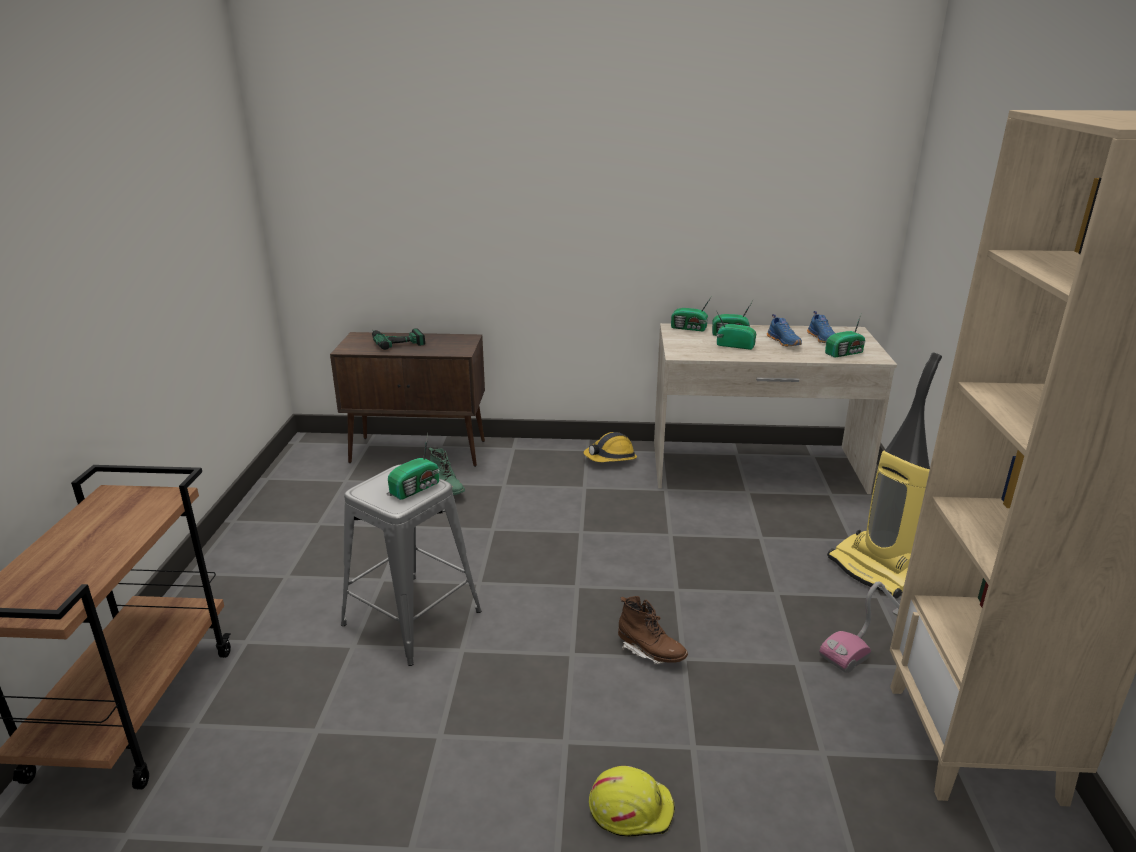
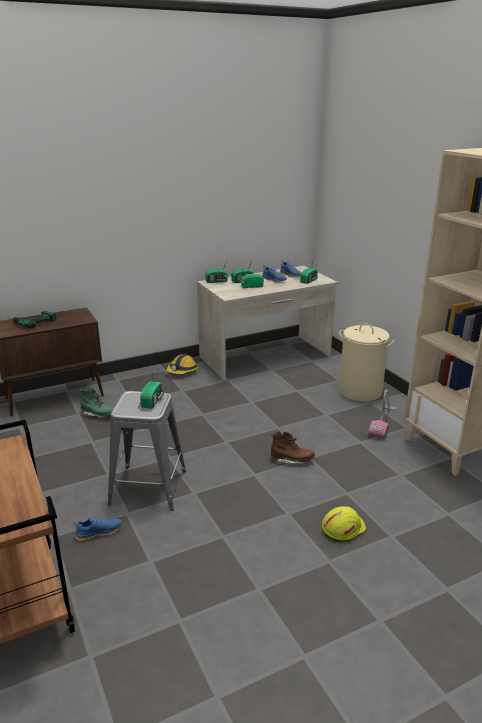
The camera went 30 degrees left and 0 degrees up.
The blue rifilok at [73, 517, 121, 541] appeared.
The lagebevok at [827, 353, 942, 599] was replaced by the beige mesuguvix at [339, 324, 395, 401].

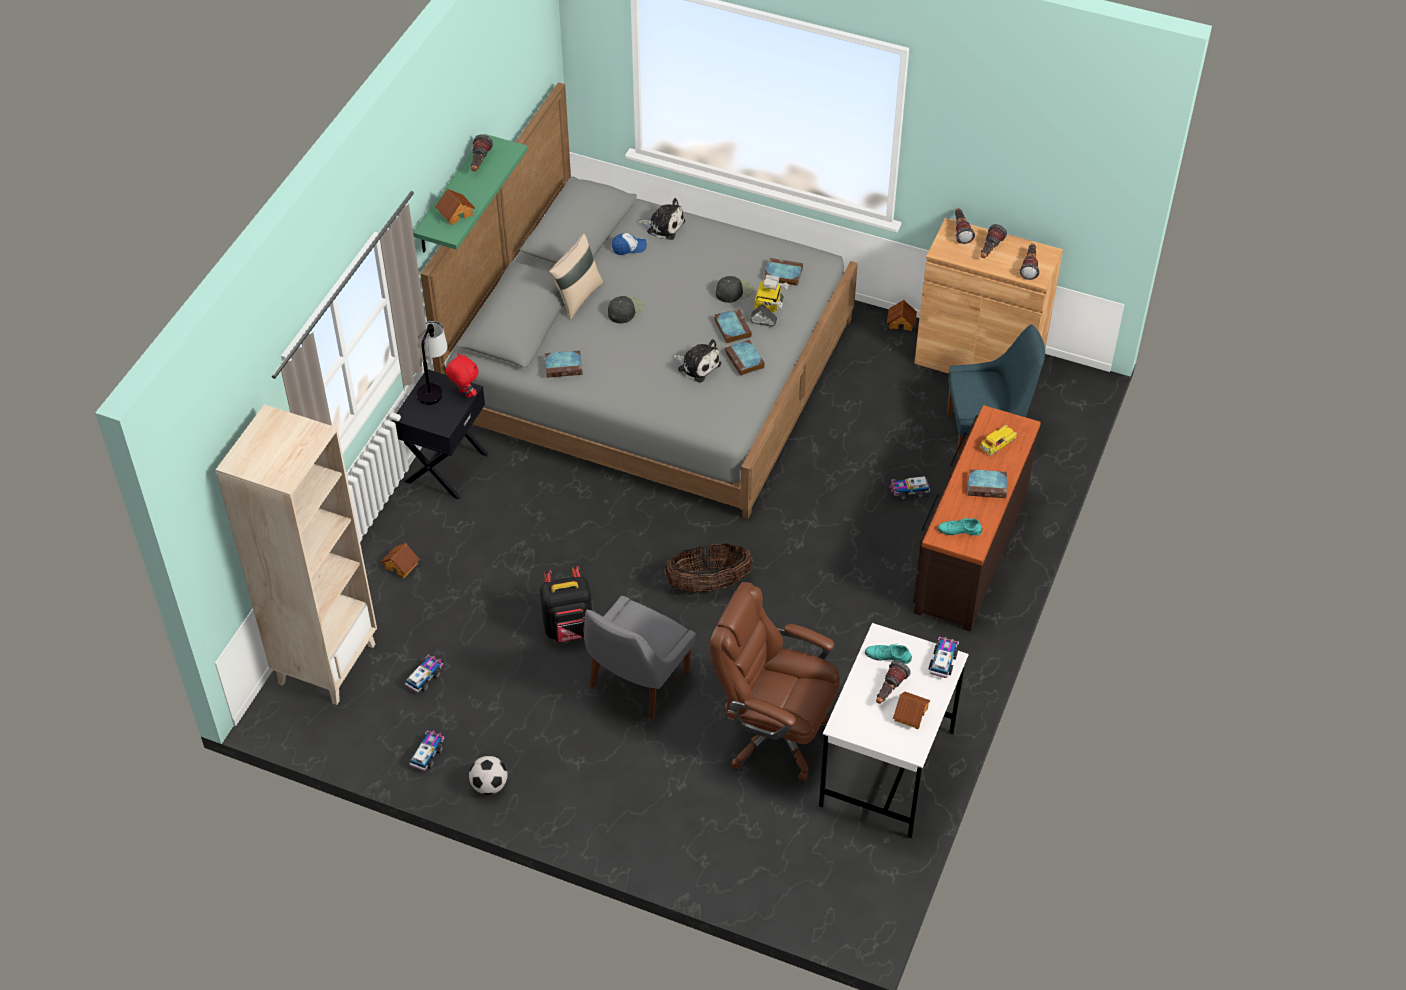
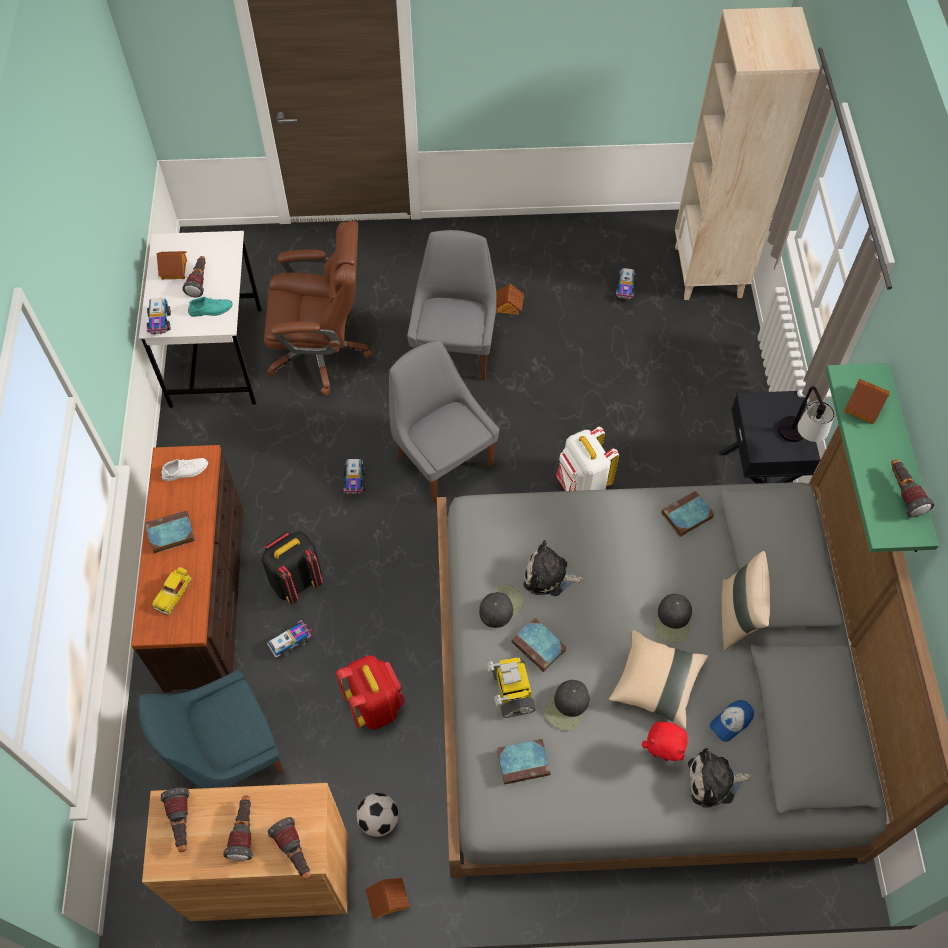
The camera went 155 degrees right and 10 degrees up.
The turquoise rifilok at [938, 517, 982, 536] became the white rifilok at [161, 458, 208, 481].
The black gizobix moved from [540, 566, 592, 642] to [261, 531, 323, 604].
The red gizobix at [336, 655, 405, 730] appeared.
The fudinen moved from [410, 730, 445, 771] to [343, 459, 365, 496].
The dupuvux moved from [469, 756, 508, 795] to [357, 793, 399, 837].
The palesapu at [664, 544, 753, 593] was replaced by the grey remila at [389, 341, 499, 503].
The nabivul at [725, 339, 765, 376] was replaced by the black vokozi at [479, 585, 524, 628].
The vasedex moved from [381, 543, 420, 578] to [496, 283, 524, 315].
The white gizobix at [556, 426, 619, 491] appeared.
The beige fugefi at [609, 630, 708, 729] appeared.
The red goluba moved from [446, 353, 479, 398] to [642, 722, 687, 761].

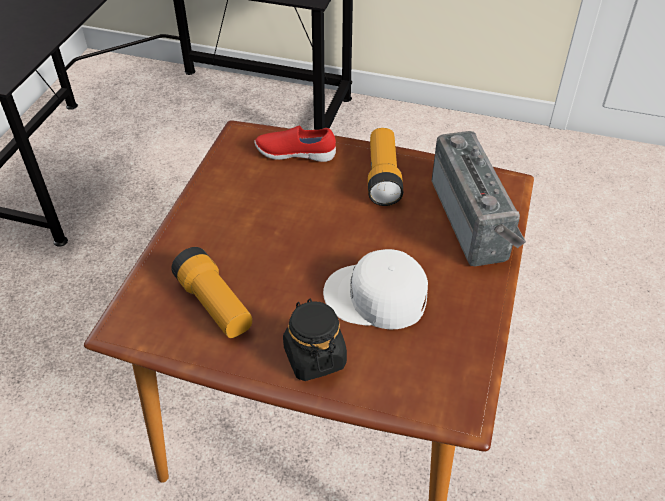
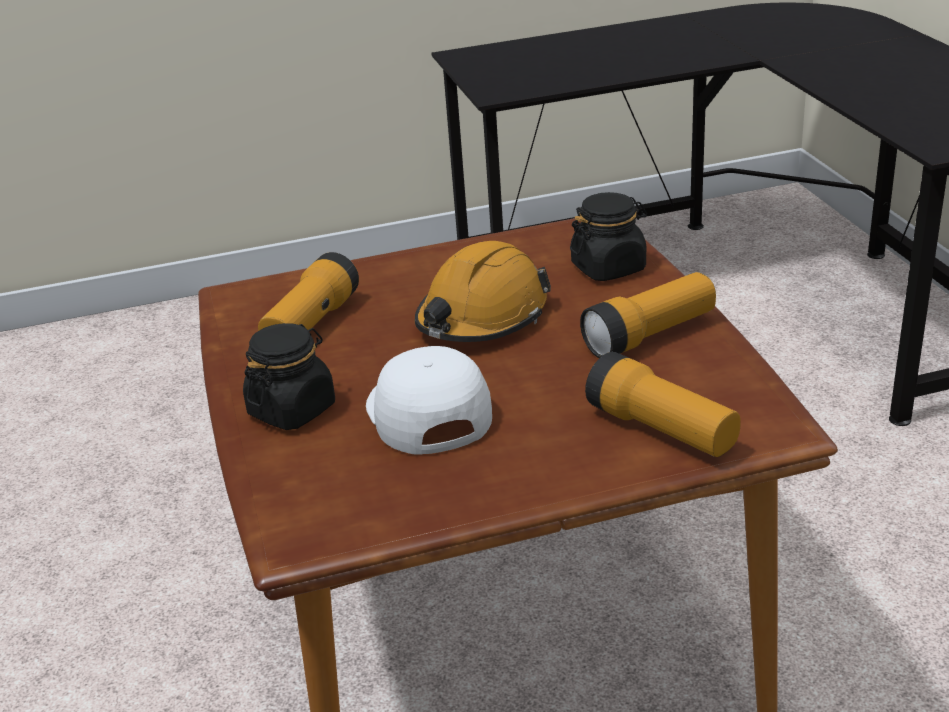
The camera went 60 degrees right and 15 degrees down.
The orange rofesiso at [415, 241, 551, 342] appeared.
The red rifilok at [254, 126, 336, 162] was replaced by the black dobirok at [570, 192, 647, 281].
The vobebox at [432, 131, 526, 266] was replaced by the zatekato at [585, 352, 741, 457].

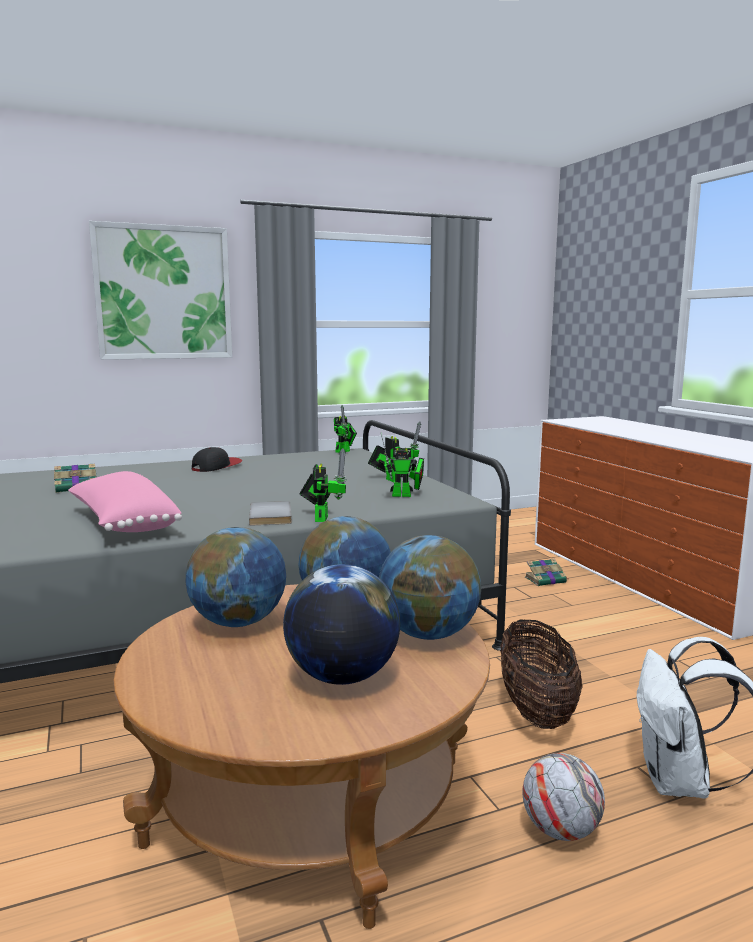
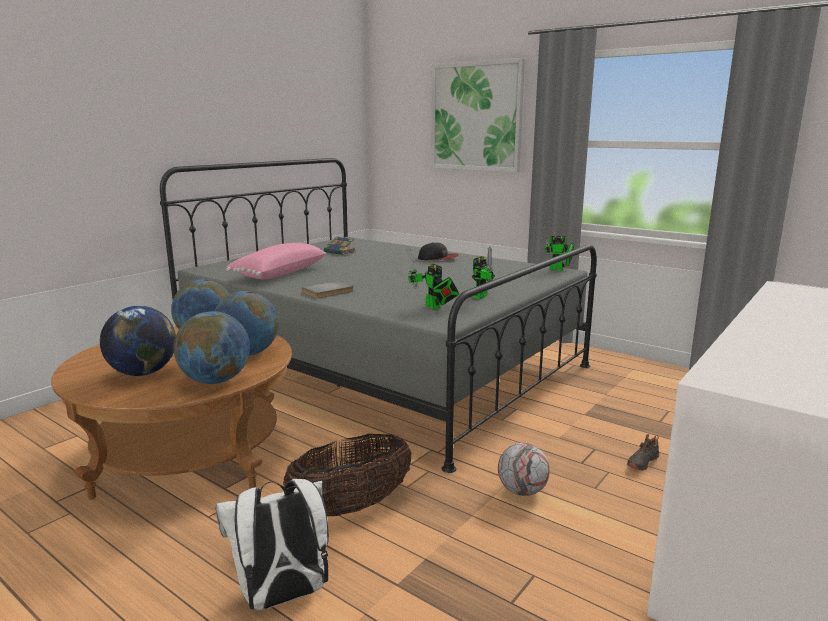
The camera went 60 degrees right and 5 degrees up.
The dupuvux moved from [523, 753, 605, 841] to [498, 443, 550, 496].
The nabivul at [525, 558, 568, 586] was replaced by the black rifilok at [627, 434, 659, 471].
The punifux at [299, 448, 347, 522] disappeared.

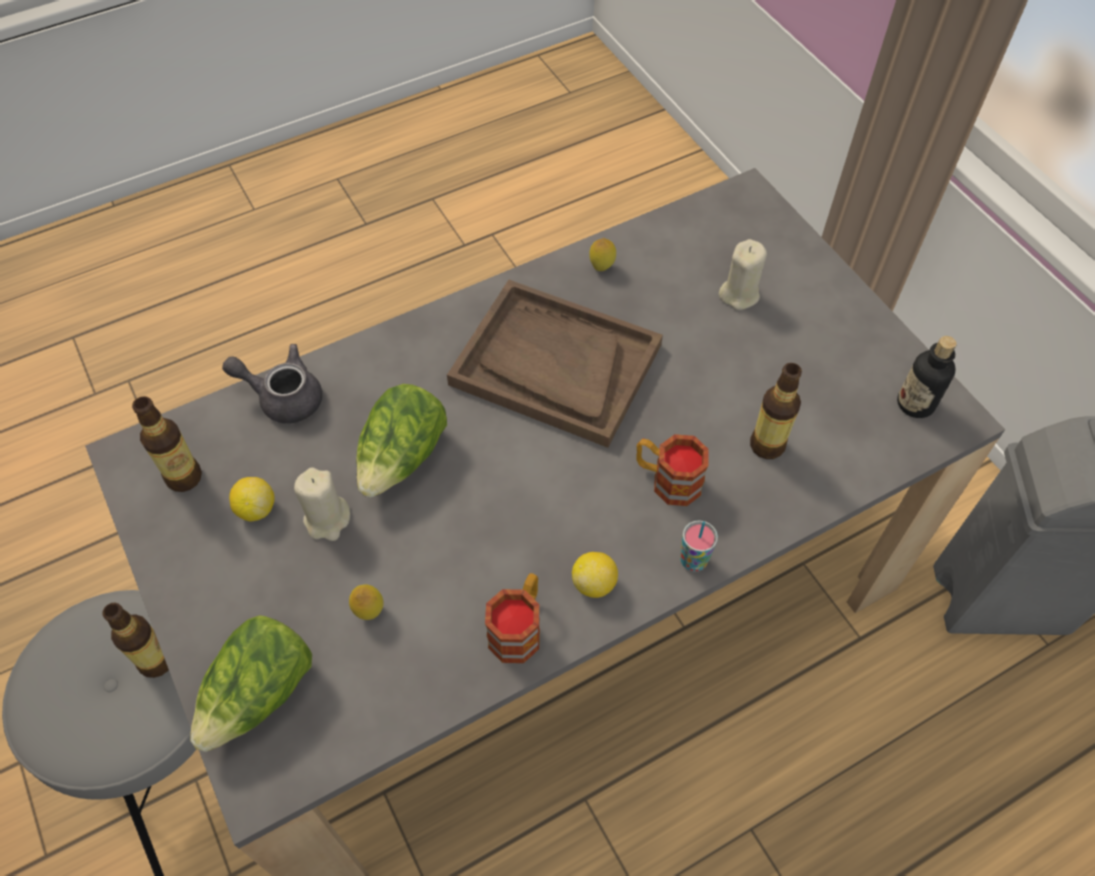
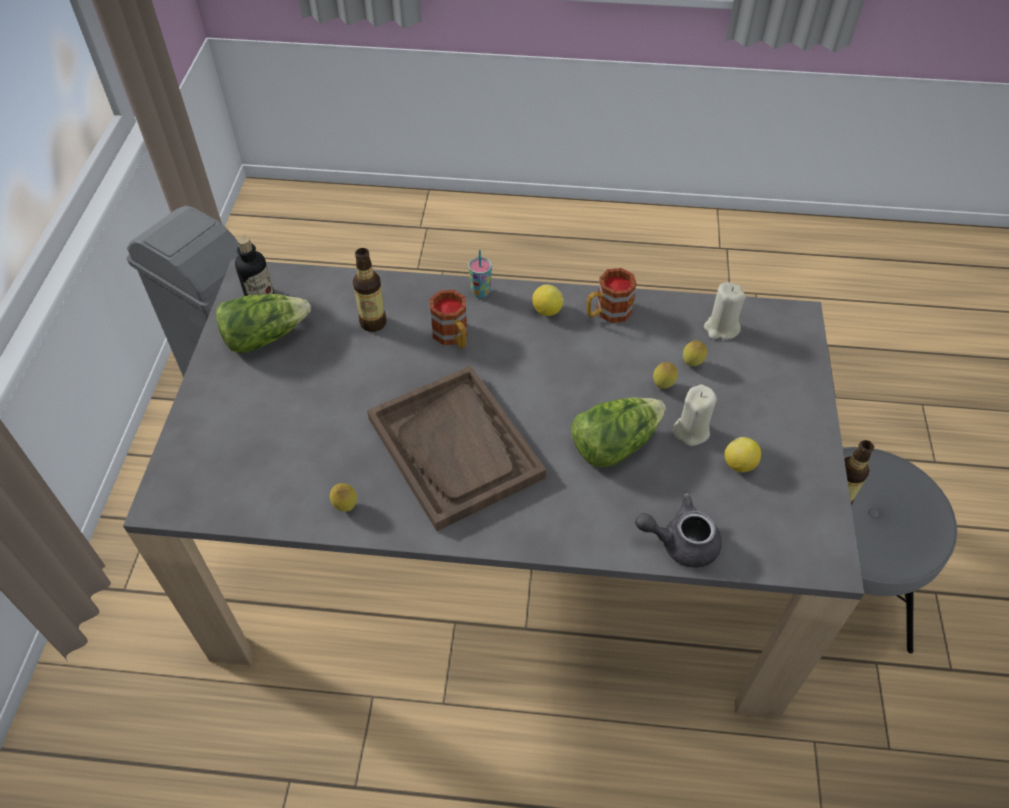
The camera went 145 degrees left and 5 degrees down.
The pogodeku moved from [190, 615, 312, 752] to [216, 294, 311, 353].
The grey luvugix at [222, 344, 322, 423] turned 135 degrees clockwise.
The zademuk at [653, 362, 678, 389] appeared.
The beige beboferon moved from [719, 239, 767, 310] to [704, 282, 746, 340].
The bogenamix at [132, 396, 202, 492] disappeared.

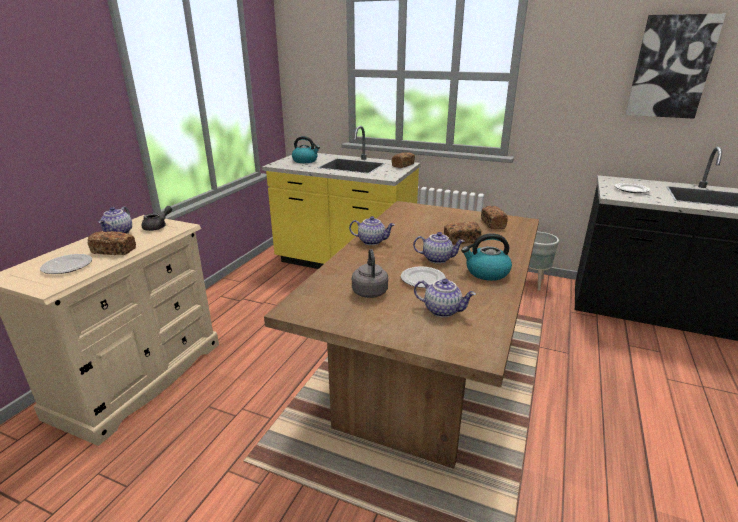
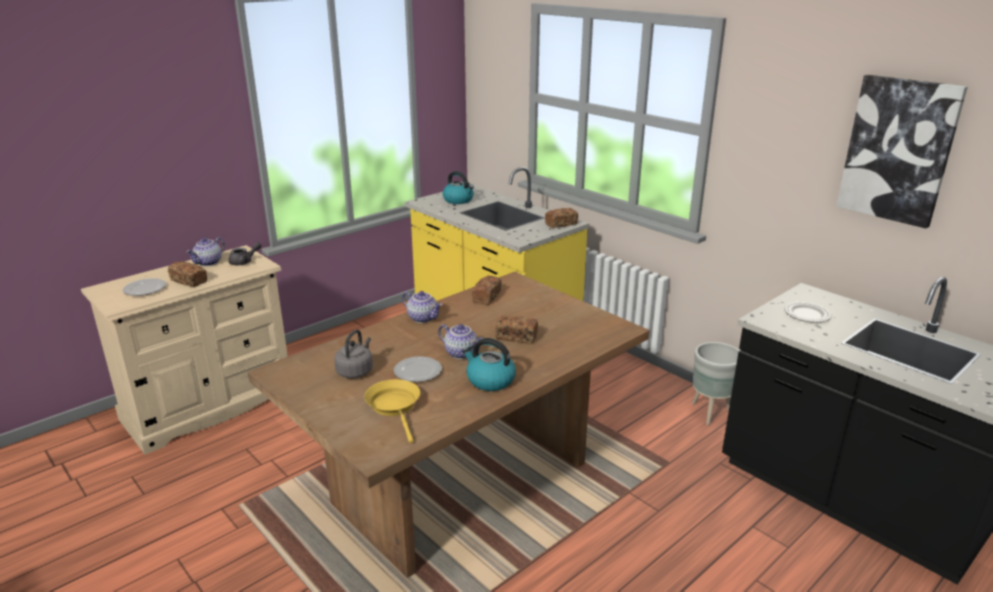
The camera went 25 degrees right and 0 degrees up.
The luvugix at [414, 279, 476, 317] was replaced by the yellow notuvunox at [364, 379, 420, 443].
The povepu moved from [481, 206, 508, 229] to [472, 275, 502, 305].

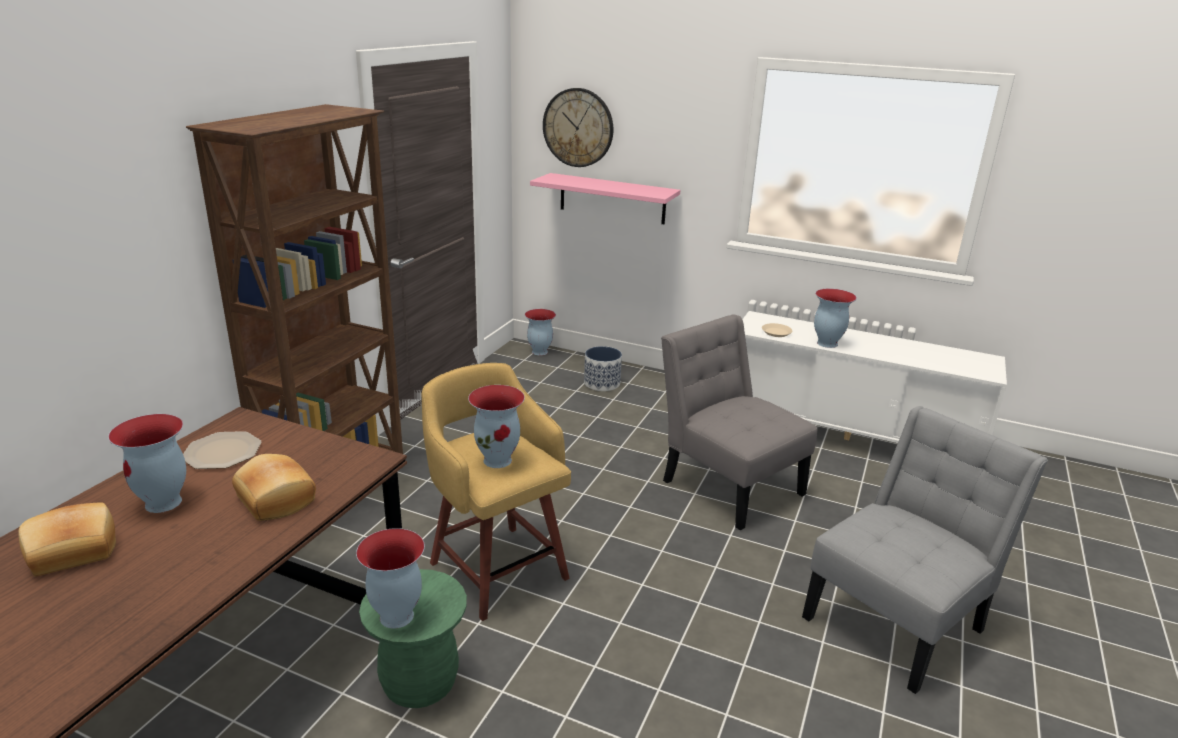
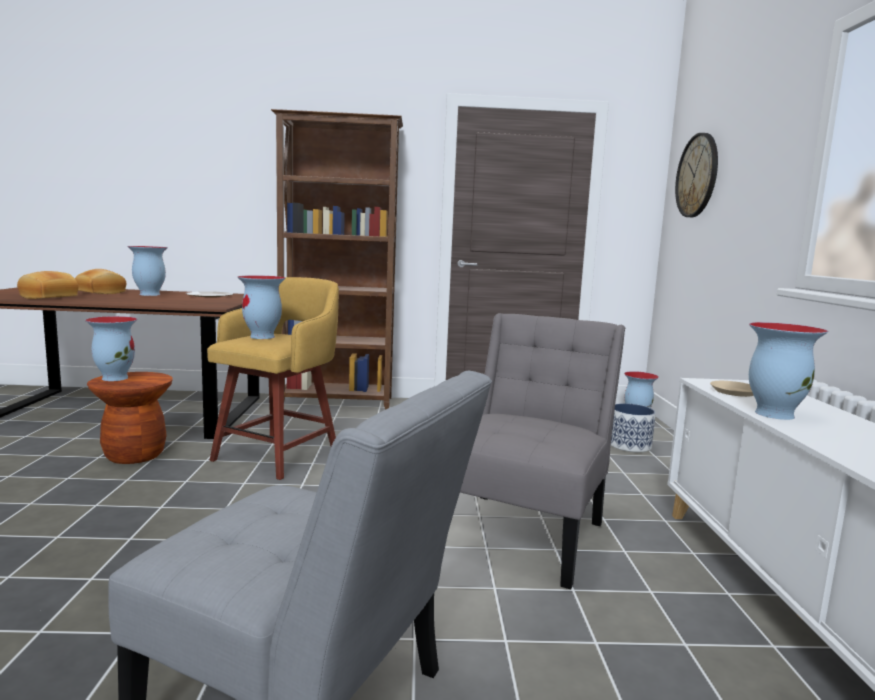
The camera went 65 degrees right and 15 degrees down.
The povepu moved from [232, 454, 316, 521] to [17, 271, 79, 299].
The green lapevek at [359, 569, 467, 708] became the brown lapevek at [87, 372, 173, 464].
The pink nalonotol at [530, 173, 680, 224] disappeared.

